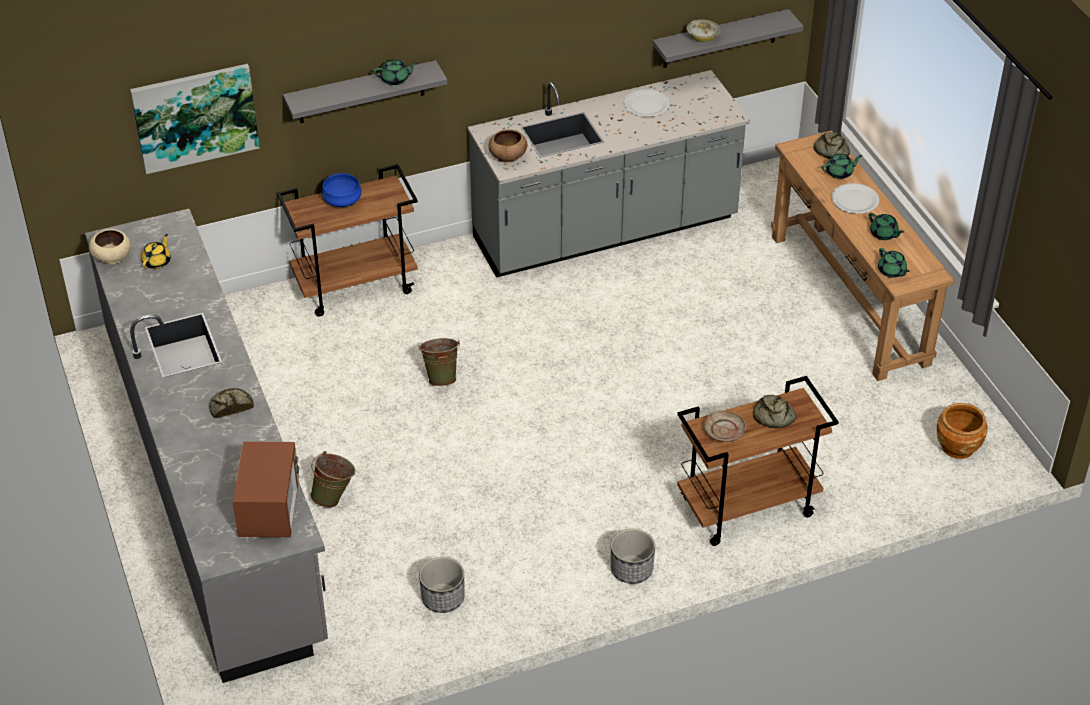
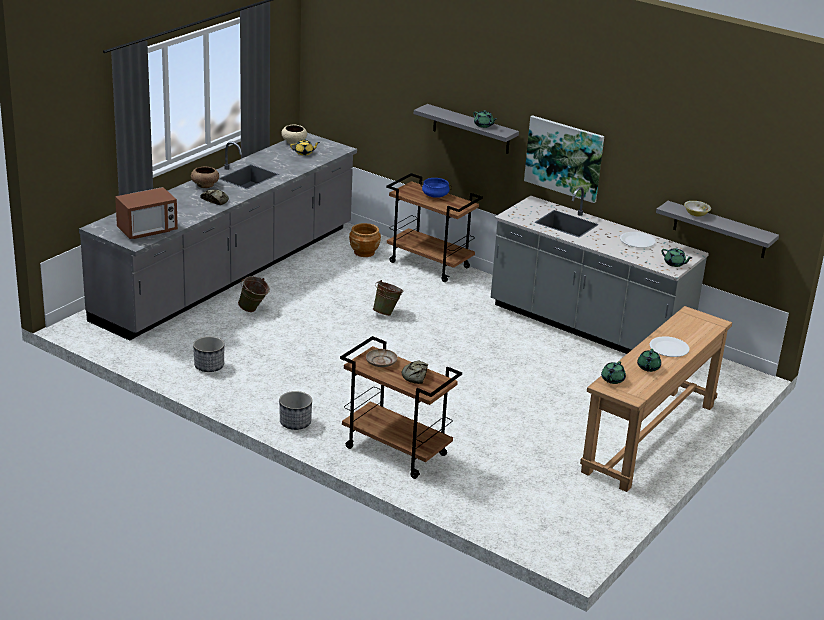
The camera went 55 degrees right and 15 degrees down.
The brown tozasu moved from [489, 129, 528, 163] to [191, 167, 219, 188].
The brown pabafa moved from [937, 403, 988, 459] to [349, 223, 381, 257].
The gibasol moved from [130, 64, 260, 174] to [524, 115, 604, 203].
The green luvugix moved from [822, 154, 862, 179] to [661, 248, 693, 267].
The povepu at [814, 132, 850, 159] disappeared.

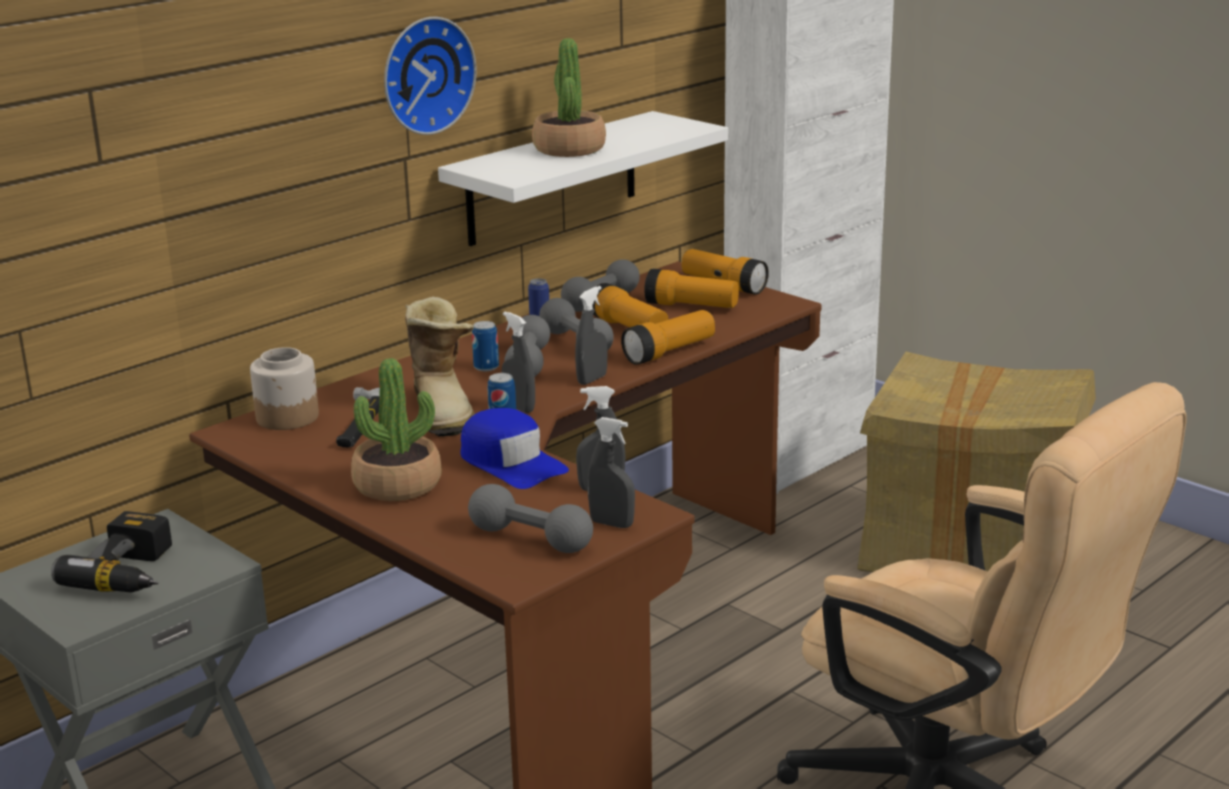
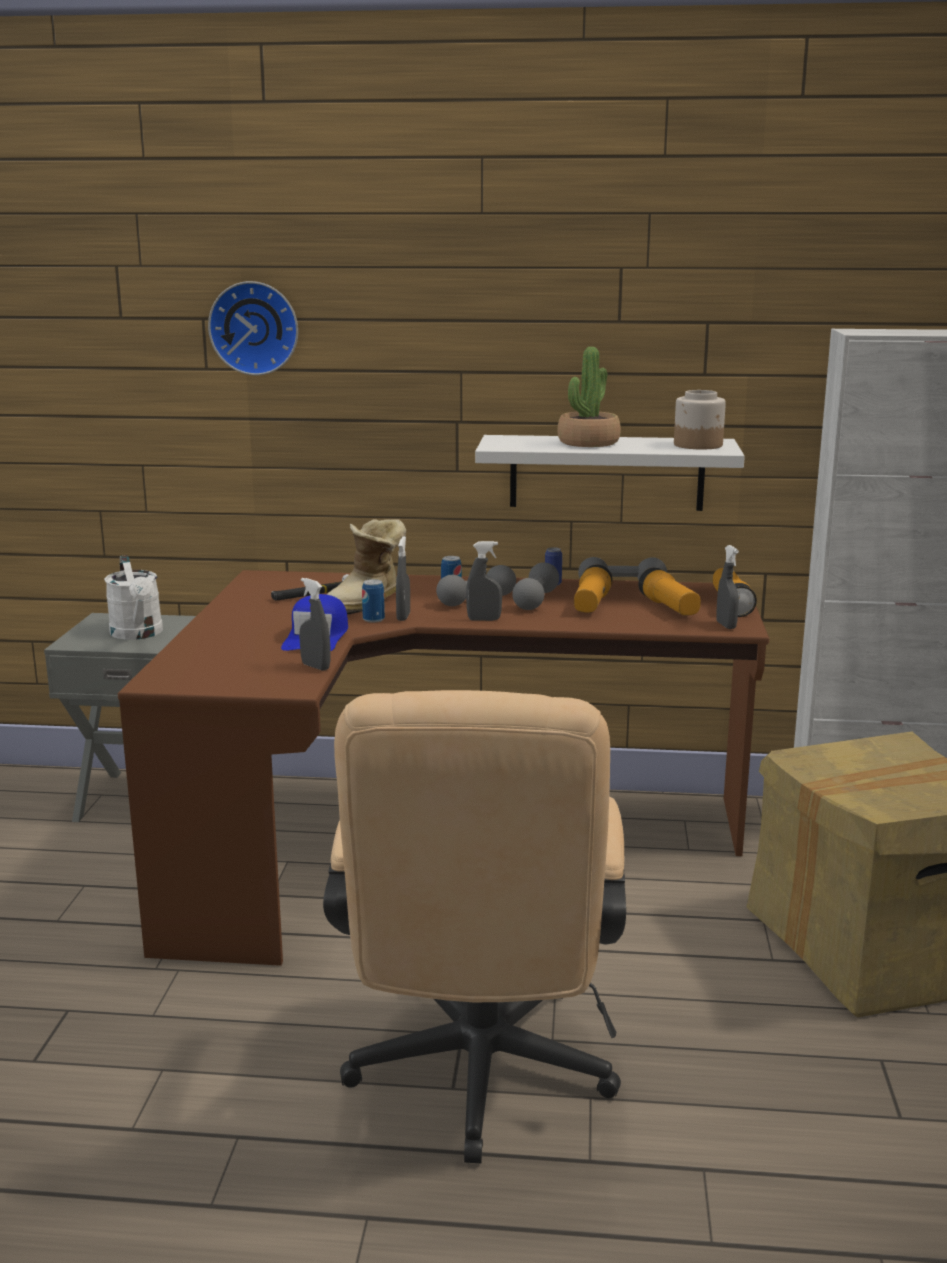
The camera went 50 degrees right and 5 degrees down.
The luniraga at [51, 511, 172, 592] was replaced by the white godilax at [104, 555, 163, 640].
The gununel moved from [384, 17, 477, 135] to [208, 281, 298, 376].
The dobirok moved from [250, 347, 319, 430] to [674, 390, 726, 449].
The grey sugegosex moved from [587, 417, 635, 528] to [716, 545, 739, 629].
The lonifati at [351, 358, 442, 501] disappeared.
The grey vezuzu at [468, 484, 593, 553] disappeared.
The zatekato at [621, 310, 715, 365] disappeared.

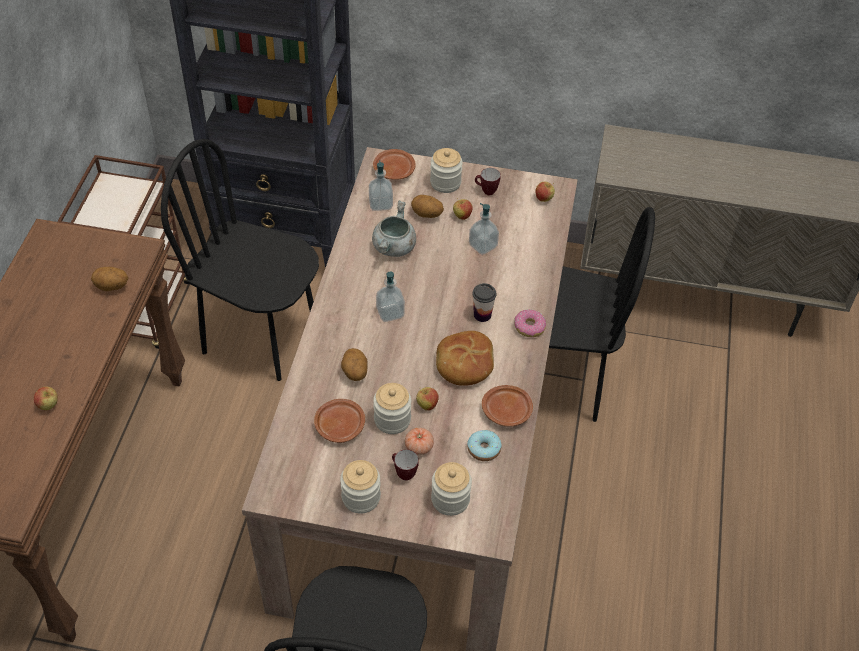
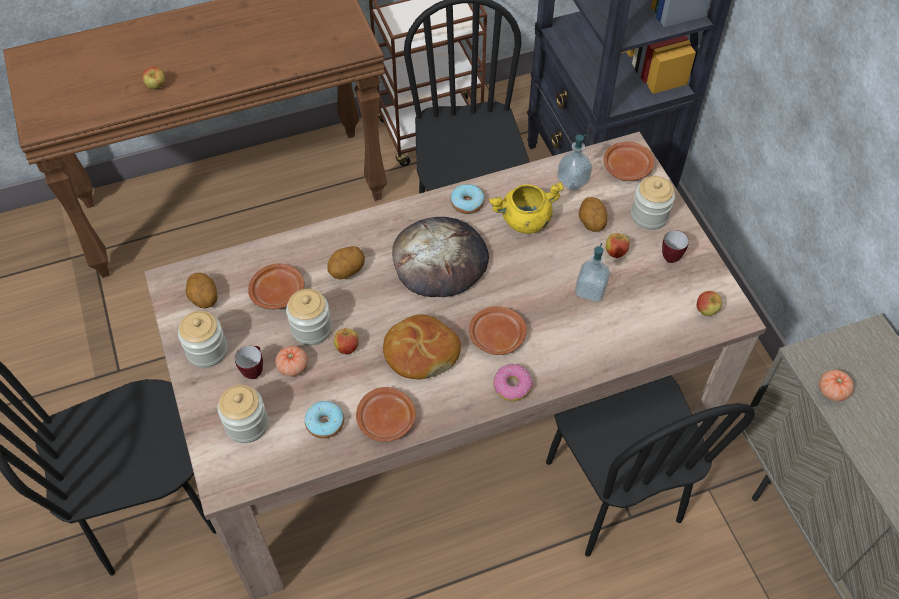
The camera went 60 degrees right and 5 degrees up.
The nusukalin moved from [91, 267, 129, 291] to [186, 273, 218, 308].
The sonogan at [376, 272, 405, 322] was replaced by the povepu at [392, 217, 489, 297].
The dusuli at [451, 184, 484, 214] appeared.
The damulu at [472, 283, 496, 322] was replaced by the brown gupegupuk at [469, 306, 527, 355].
The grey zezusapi at [372, 200, 416, 257] became the yellow zezusapi at [489, 182, 564, 234].
The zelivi at [819, 370, 854, 401] appeared.

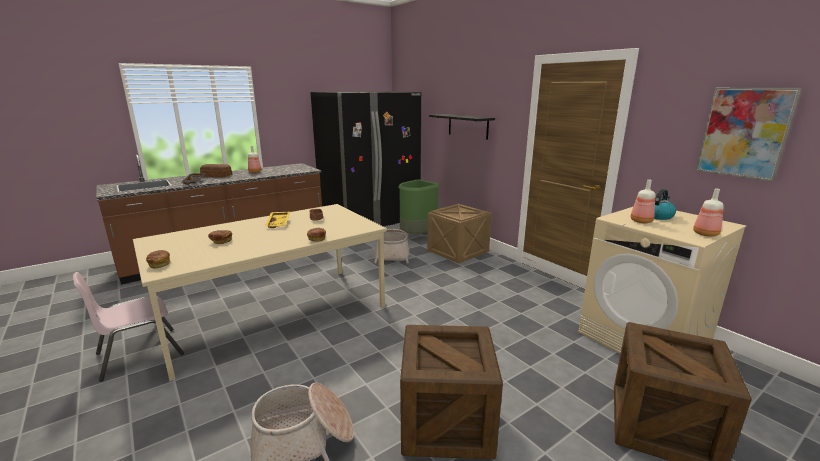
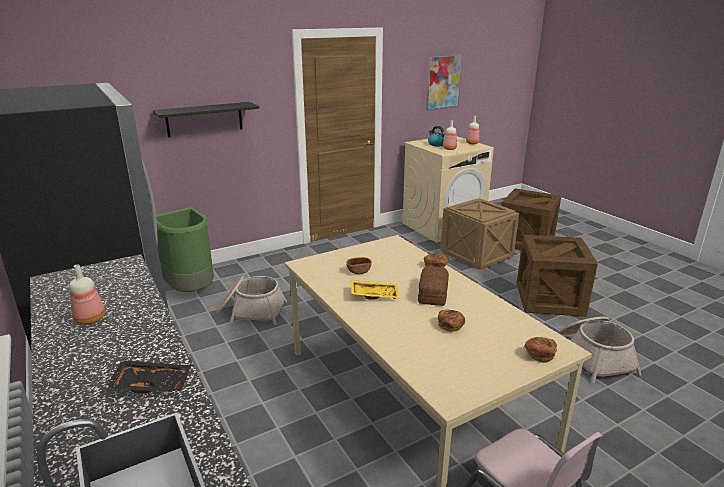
The camera went 85 degrees left and 5 degrees up.
The povepu moved from [200, 164, 232, 177] to [418, 266, 449, 306].
The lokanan moved from [427, 204, 492, 263] to [441, 198, 519, 270].

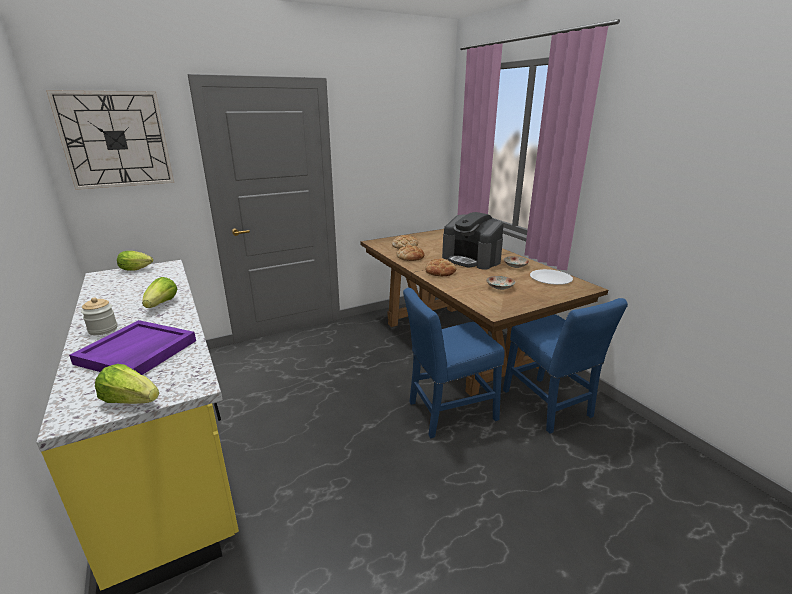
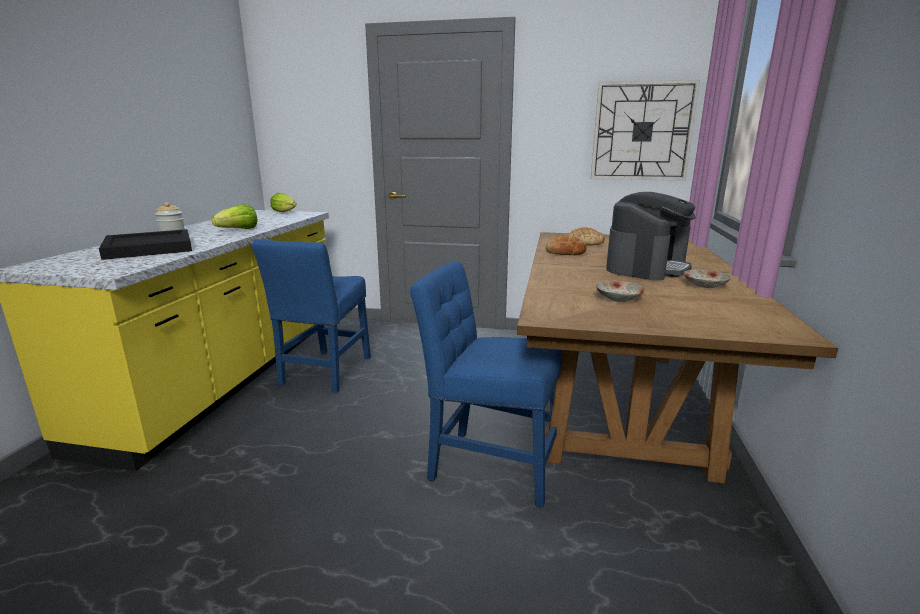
The camera went 40 degrees right and 5 degrees down.
The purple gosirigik at [69, 320, 196, 375] became the black gosirigik at [99, 229, 192, 260].
The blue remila moved from [503, 298, 628, 434] to [252, 239, 371, 393].
The gununel moved from [46, 90, 174, 190] to [591, 80, 700, 181].
The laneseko at [442, 212, 503, 270] turned 135 degrees counterclockwise.
The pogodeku at [95, 364, 159, 404] disappeared.
The povepu at [425, 259, 456, 276] disappeared.
The white gupegupuk at [530, 269, 573, 285] disappeared.

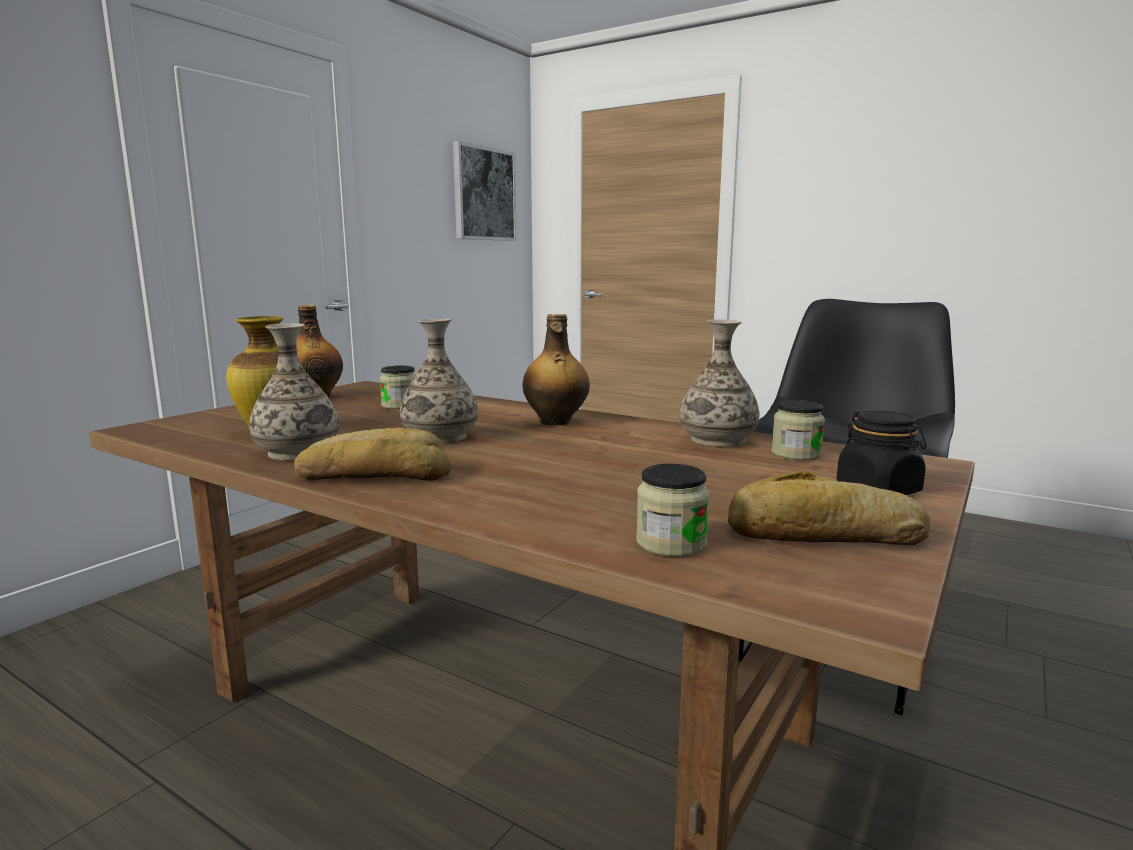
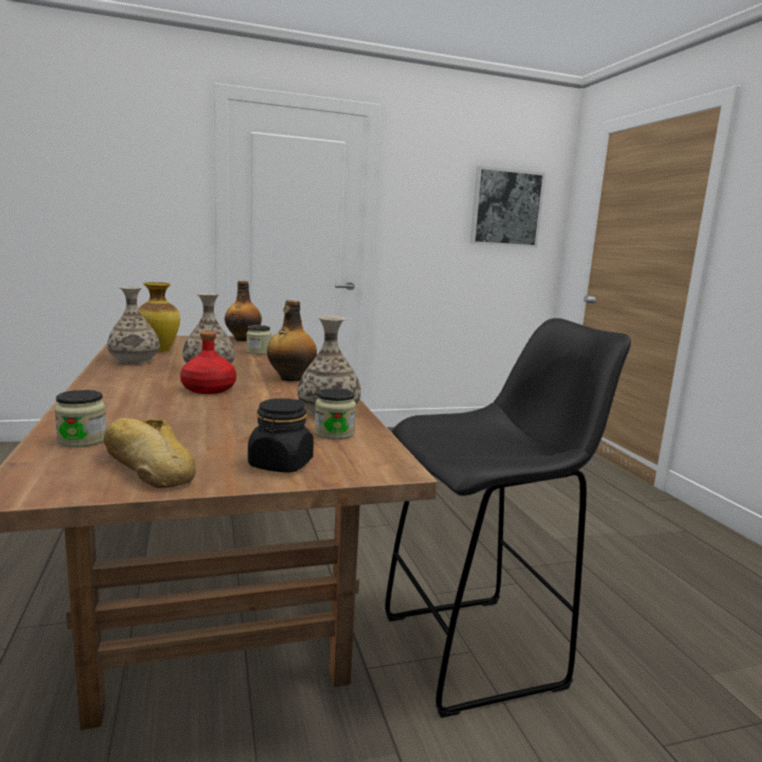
The camera went 40 degrees right and 0 degrees up.
The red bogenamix at [180, 331, 236, 394] appeared.
The povepu at [294, 428, 452, 481] disappeared.

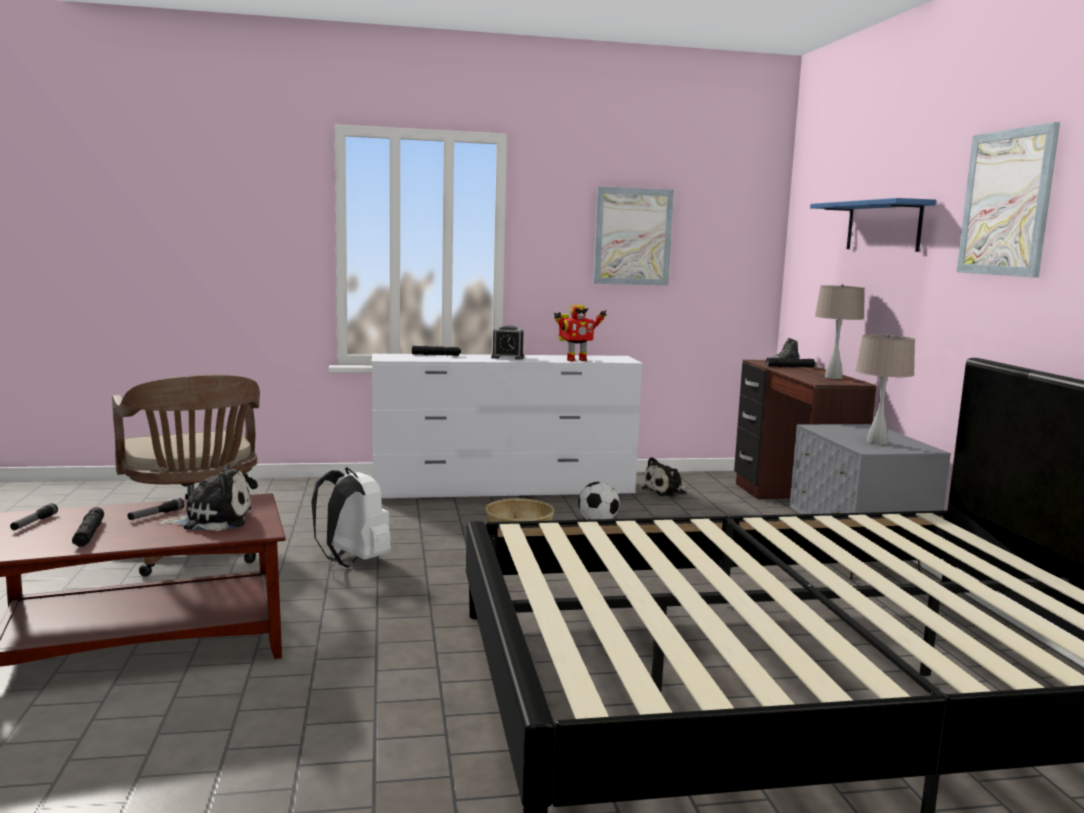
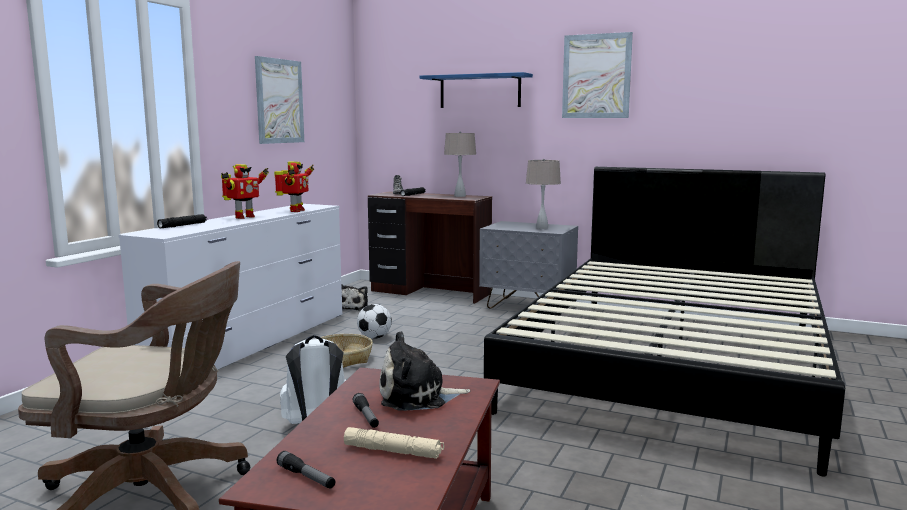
The camera went 55 degrees left and 0 degrees up.
The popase at [491, 325, 524, 360] was replaced by the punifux at [221, 164, 269, 219].
The black zatekato at [72, 507, 104, 547] became the beige zatekato at [344, 427, 444, 459].
The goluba at [156, 465, 251, 531] turned 120 degrees counterclockwise.

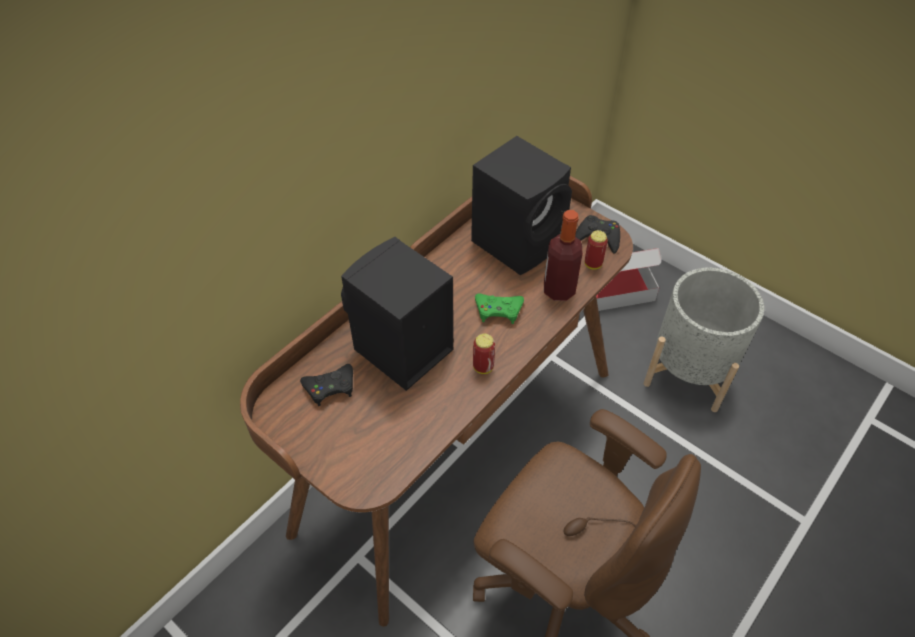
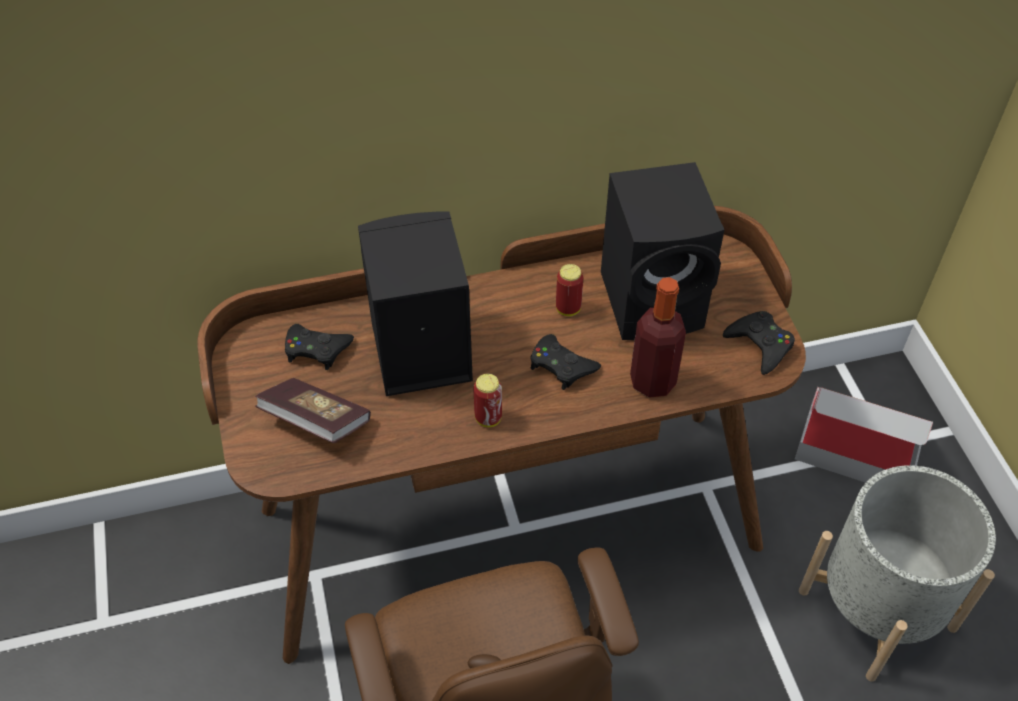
The camera went 35 degrees right and 0 degrees up.
The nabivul at [255, 378, 371, 443] appeared.
The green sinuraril at [475, 293, 524, 324] became the black sinuraril at [531, 334, 601, 390].
The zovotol moved from [585, 230, 608, 270] to [556, 264, 584, 316].

